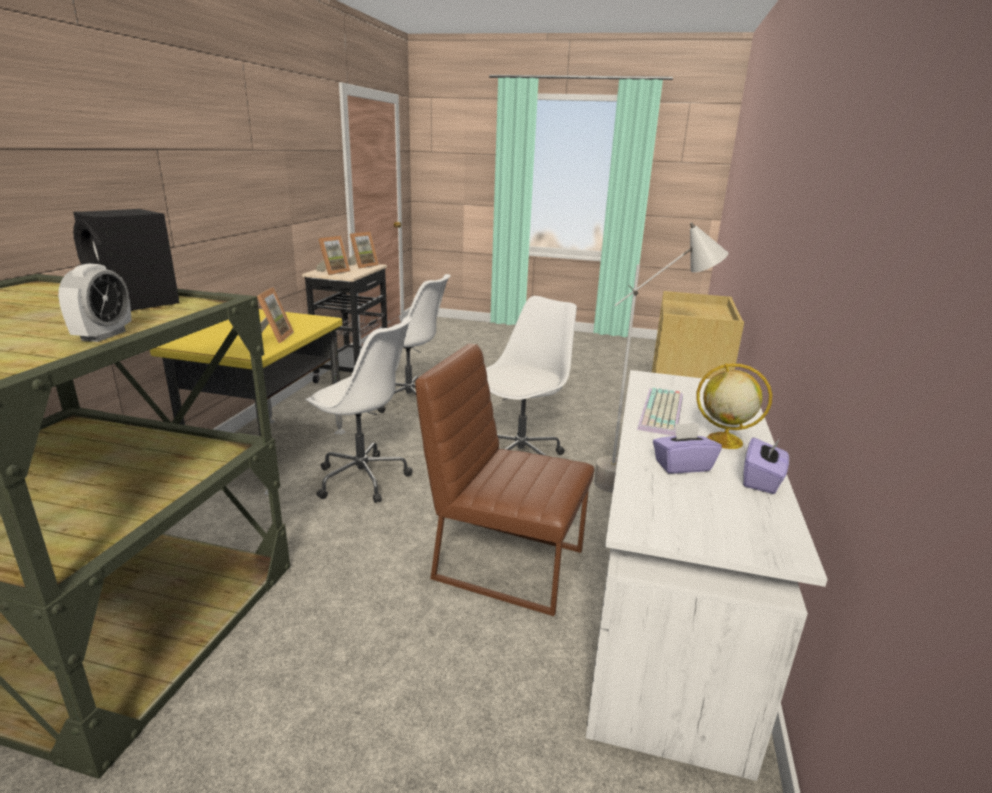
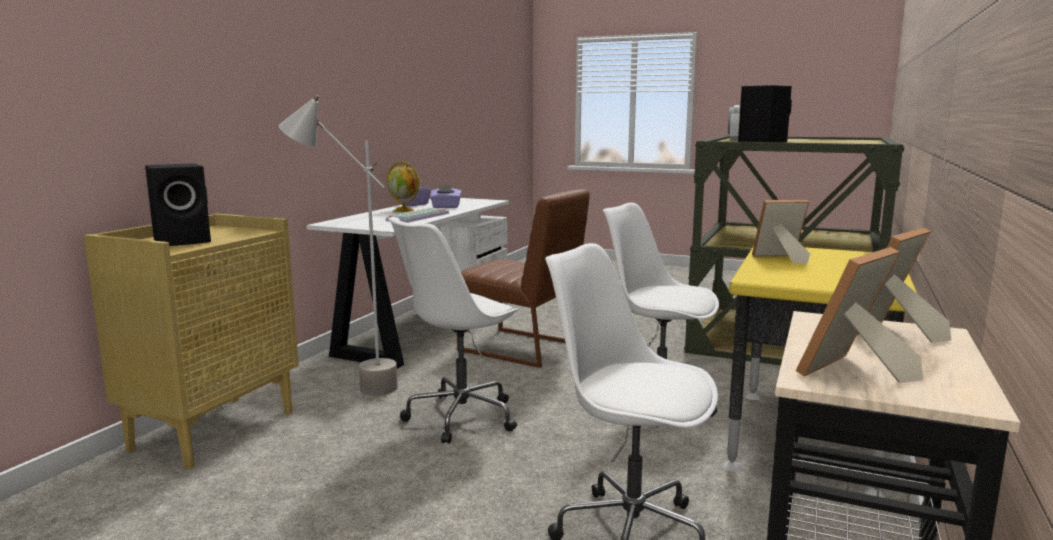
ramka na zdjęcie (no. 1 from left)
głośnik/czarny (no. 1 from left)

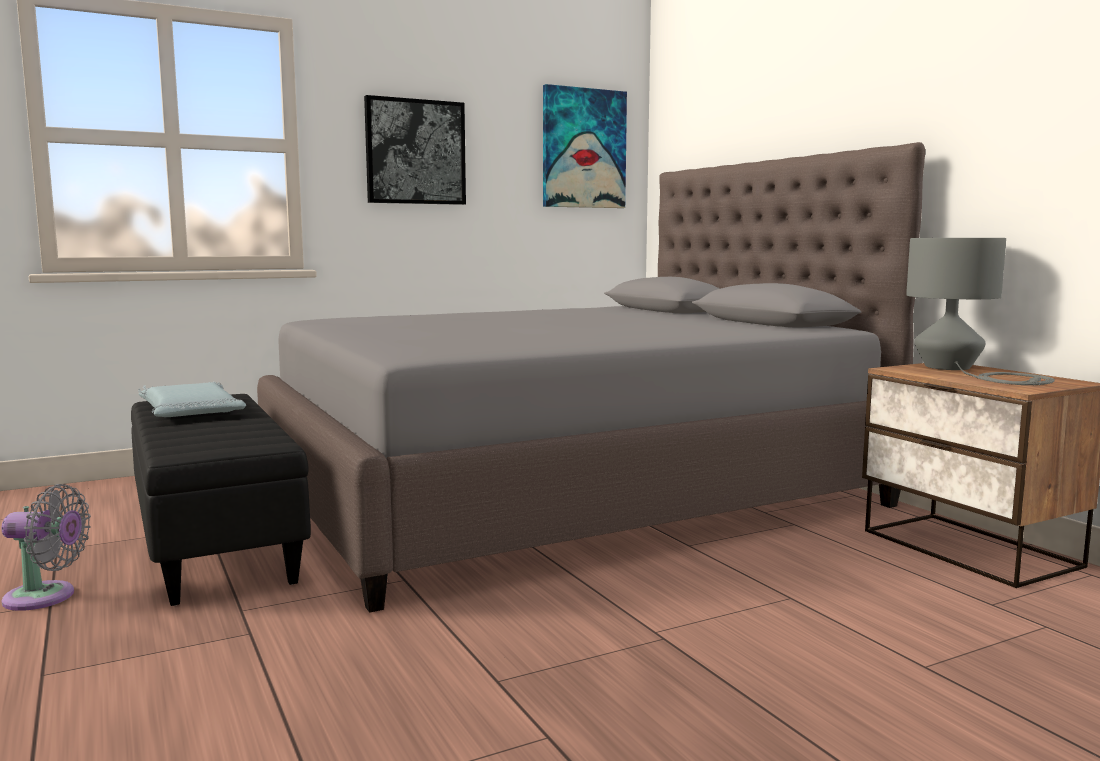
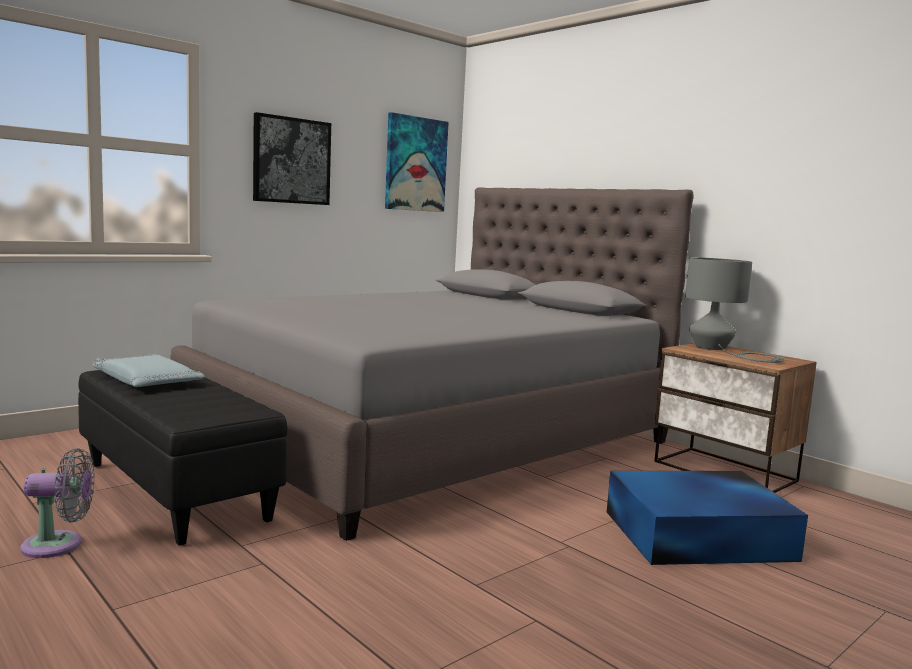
pojemnik do przechowywania/niebieski

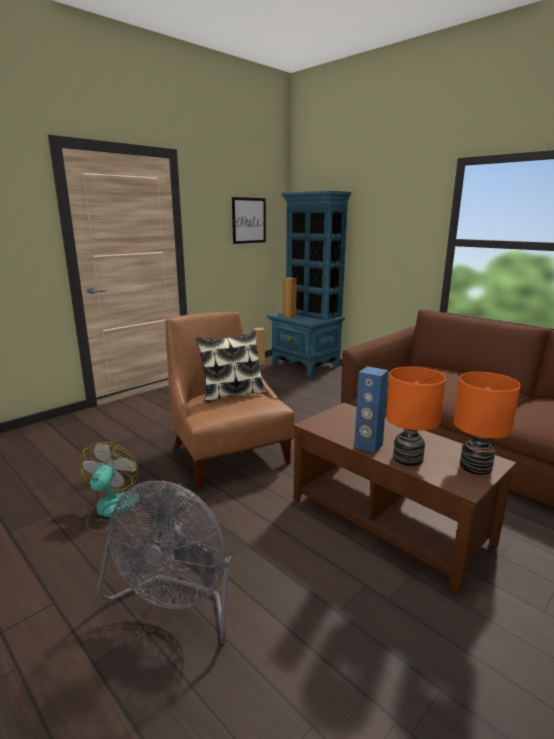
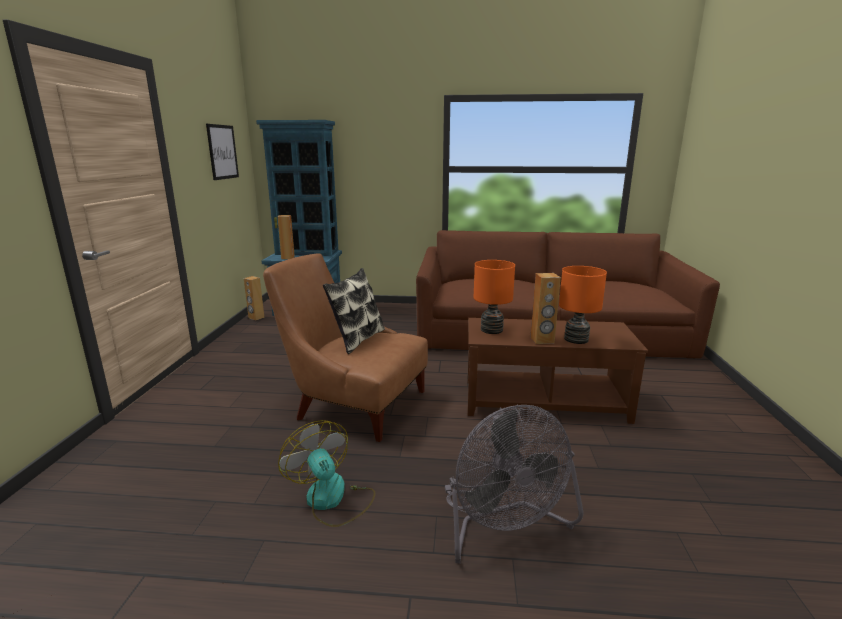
głośnik/brązowy (no. 3 from left)
lampa stołowa/pomarańczowy (no. 1 from left)

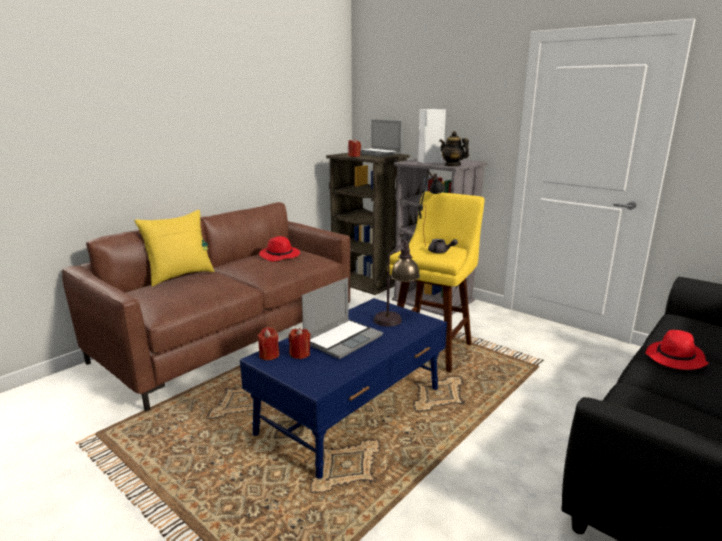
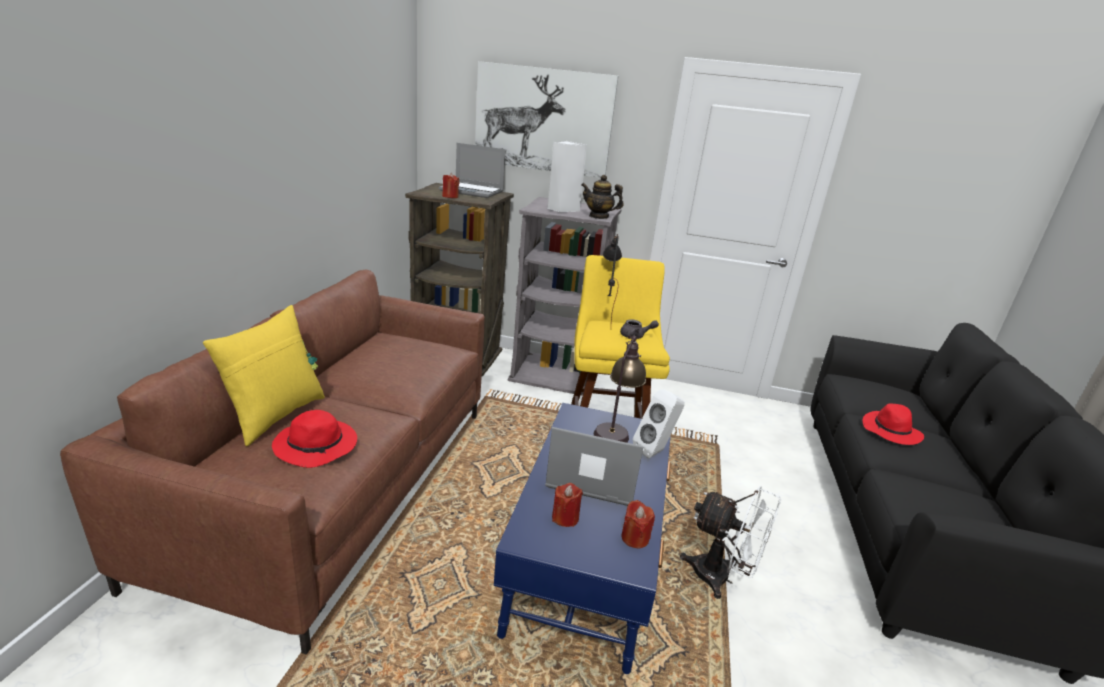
świeca/czerwony (no. 3 from left)
kapelusz/czerwony (no. 1 from left)
laptop (no. 2 from left)
obraz
głośnik/biały (no. 2 from left)
wentylator/biały

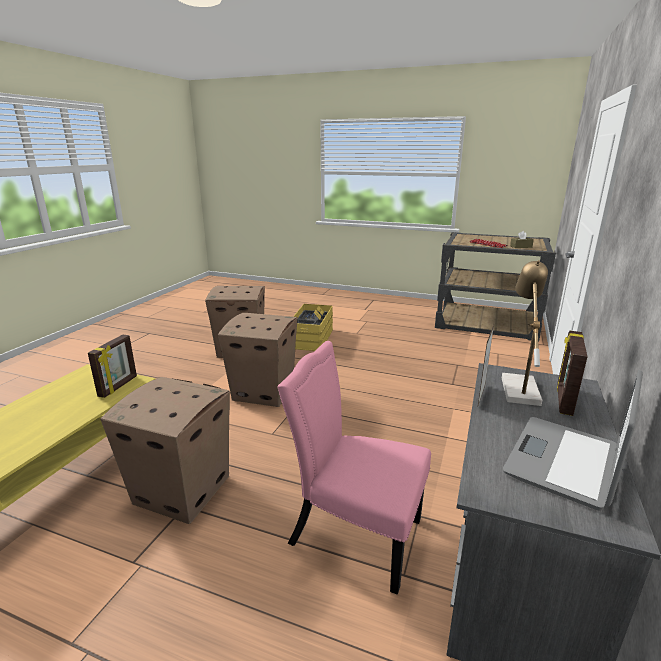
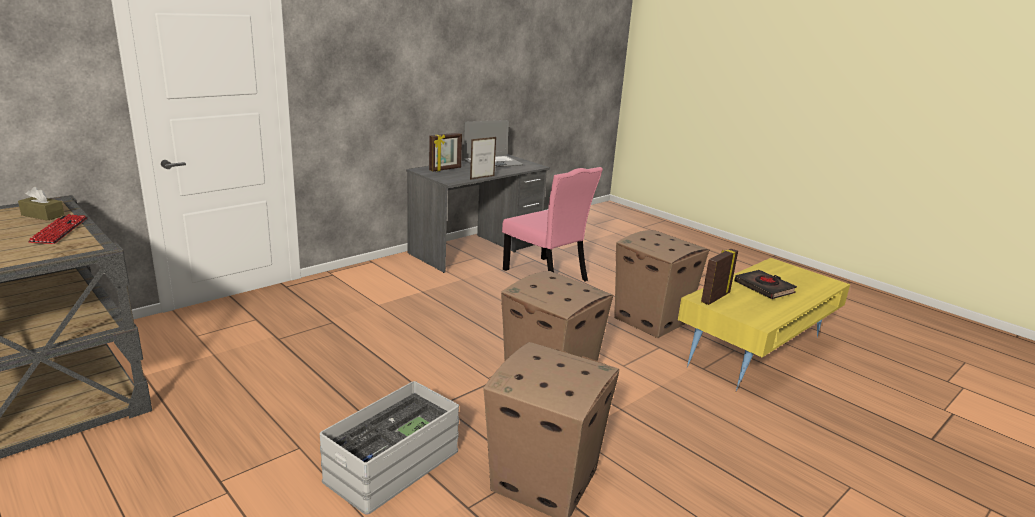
pojemnik do przechowywania/szary
lampa stołowa
książka/czarny

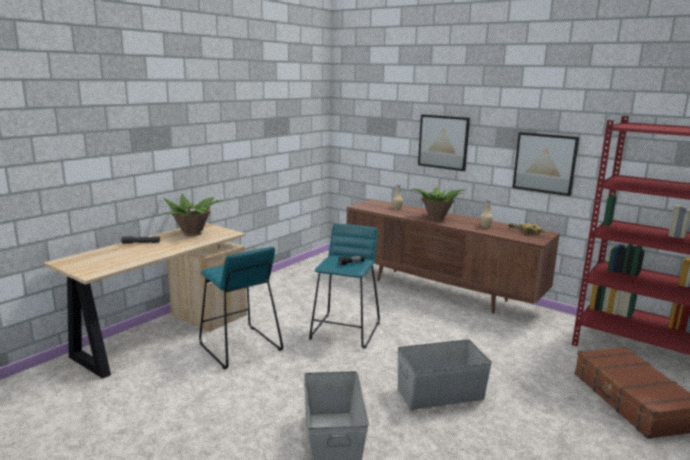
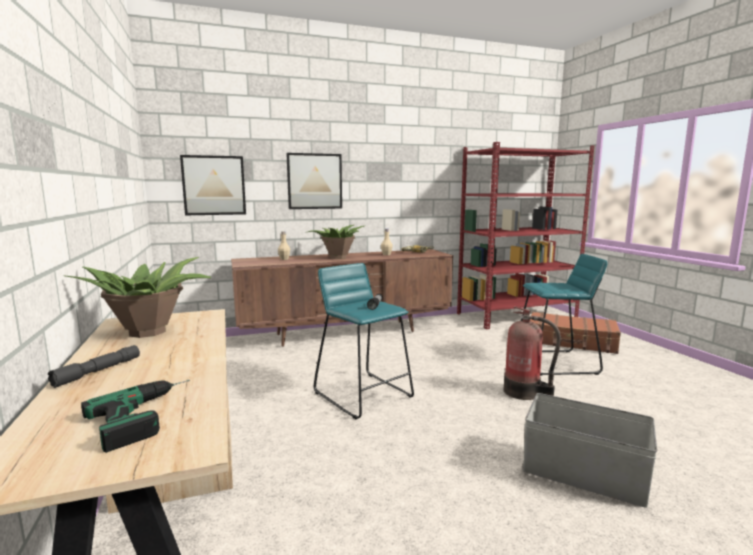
stołek/turkusowy (no. 2 from left)
gaśnica
obraz (no. 1 from left)
wiertarka (no. 1 from left)

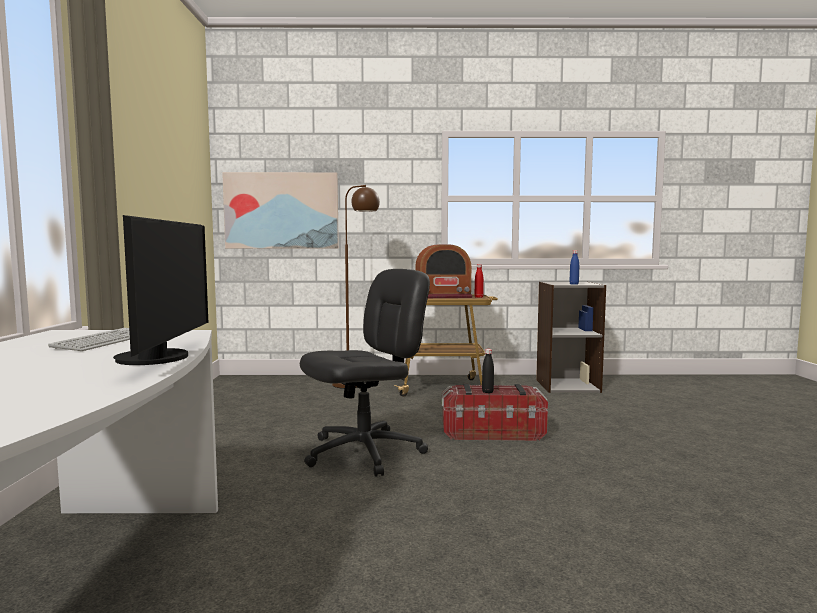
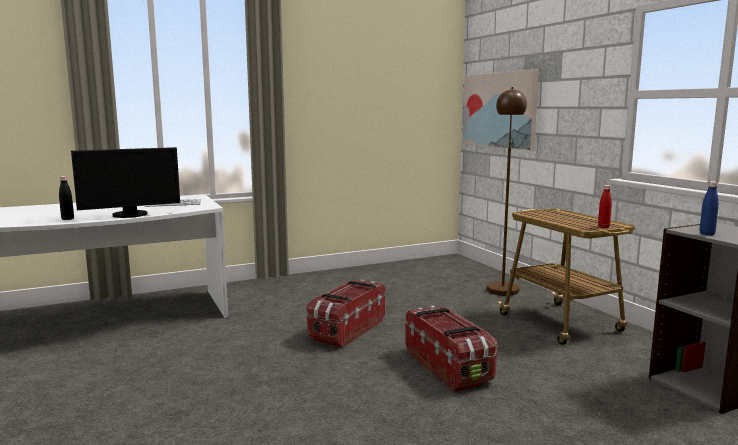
pojemnik do przechowywania (no. 1 from left)
radio
butelka/czarny

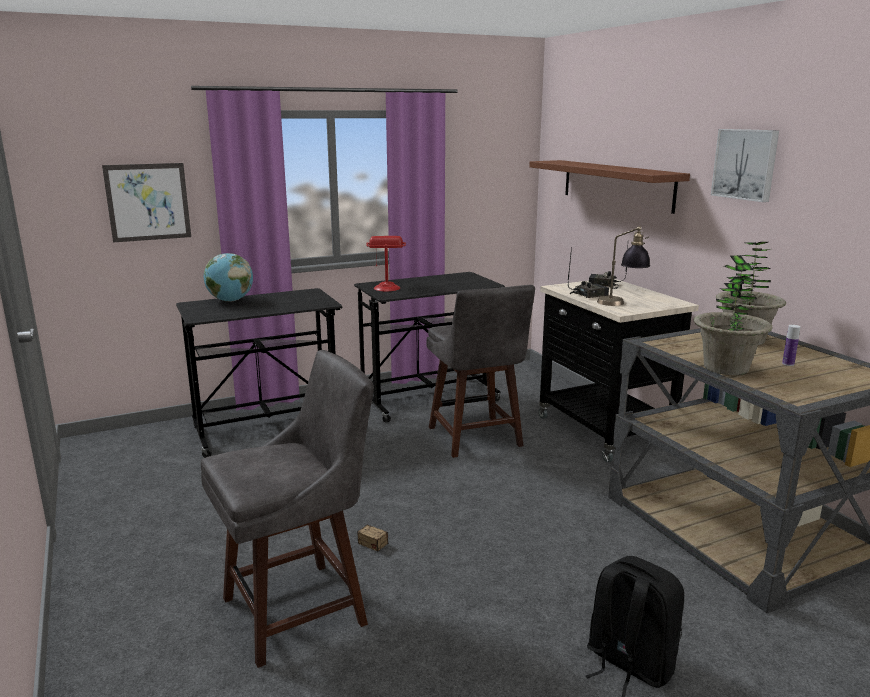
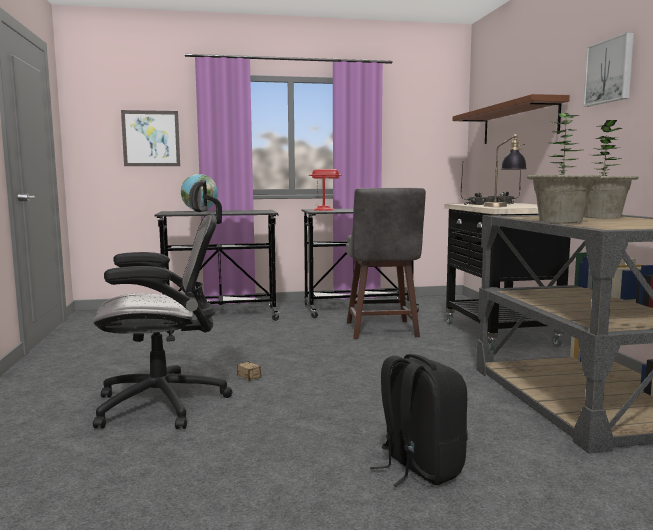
krzesło biurowe
butelka

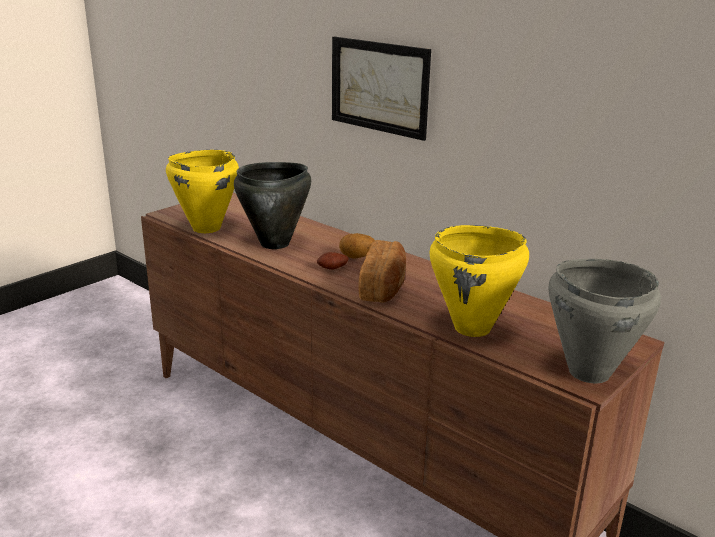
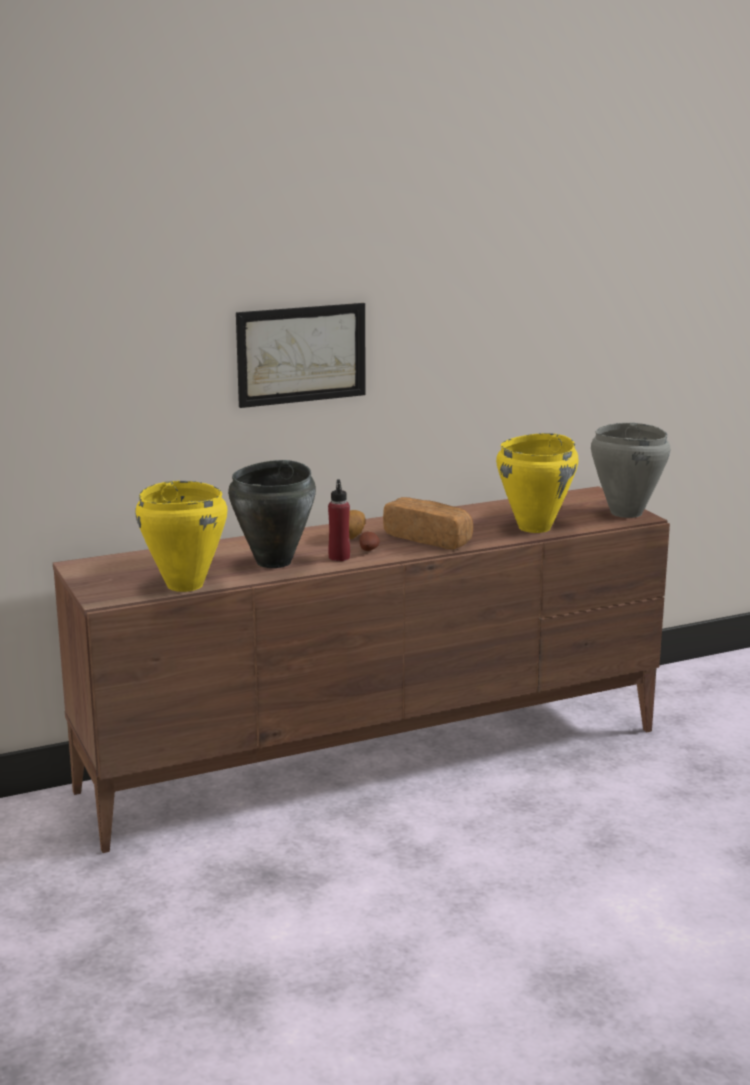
butelka/czerwony

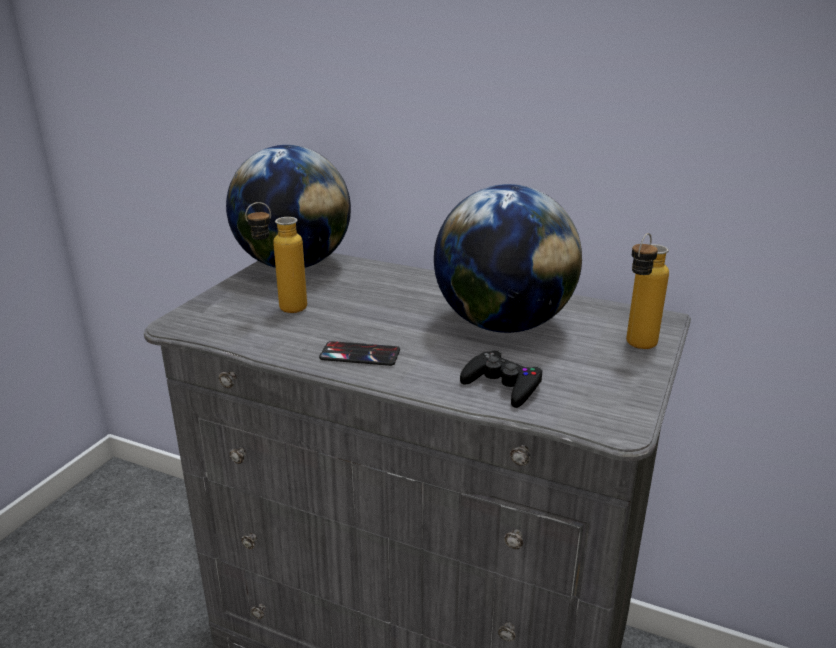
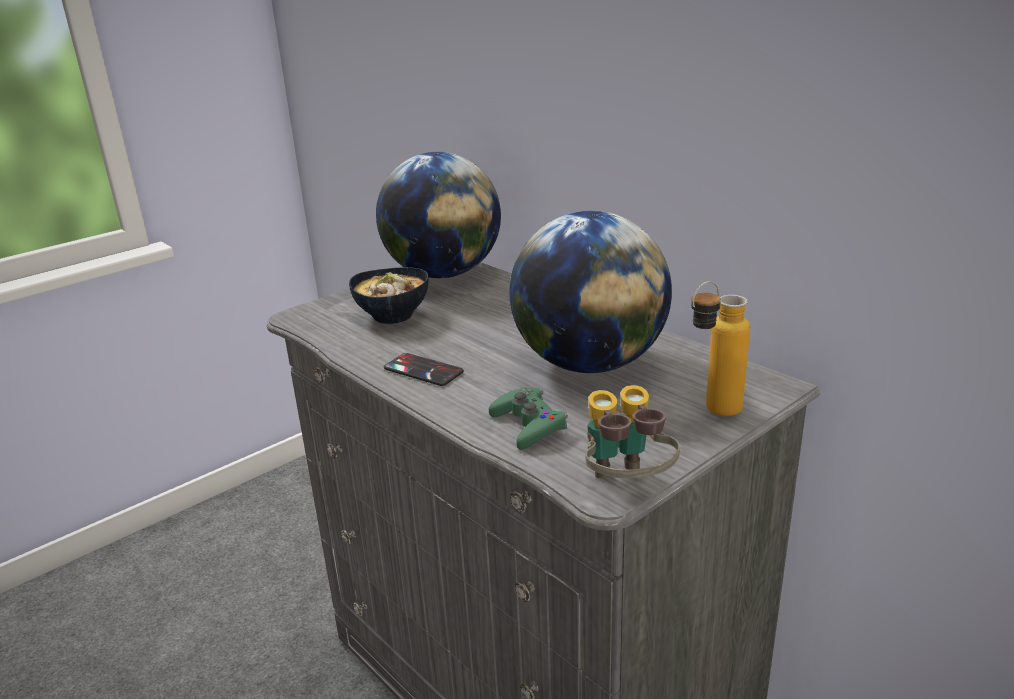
miska
pad do gier/zielony
lornetka

